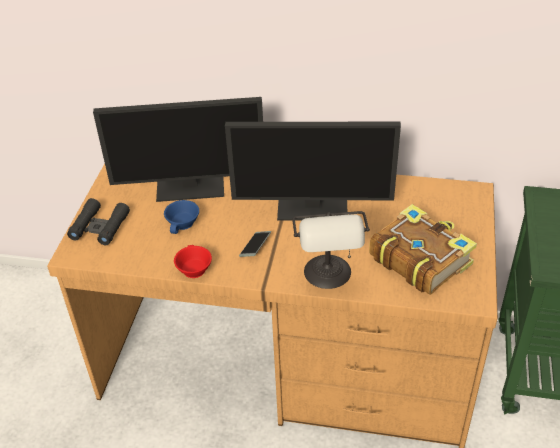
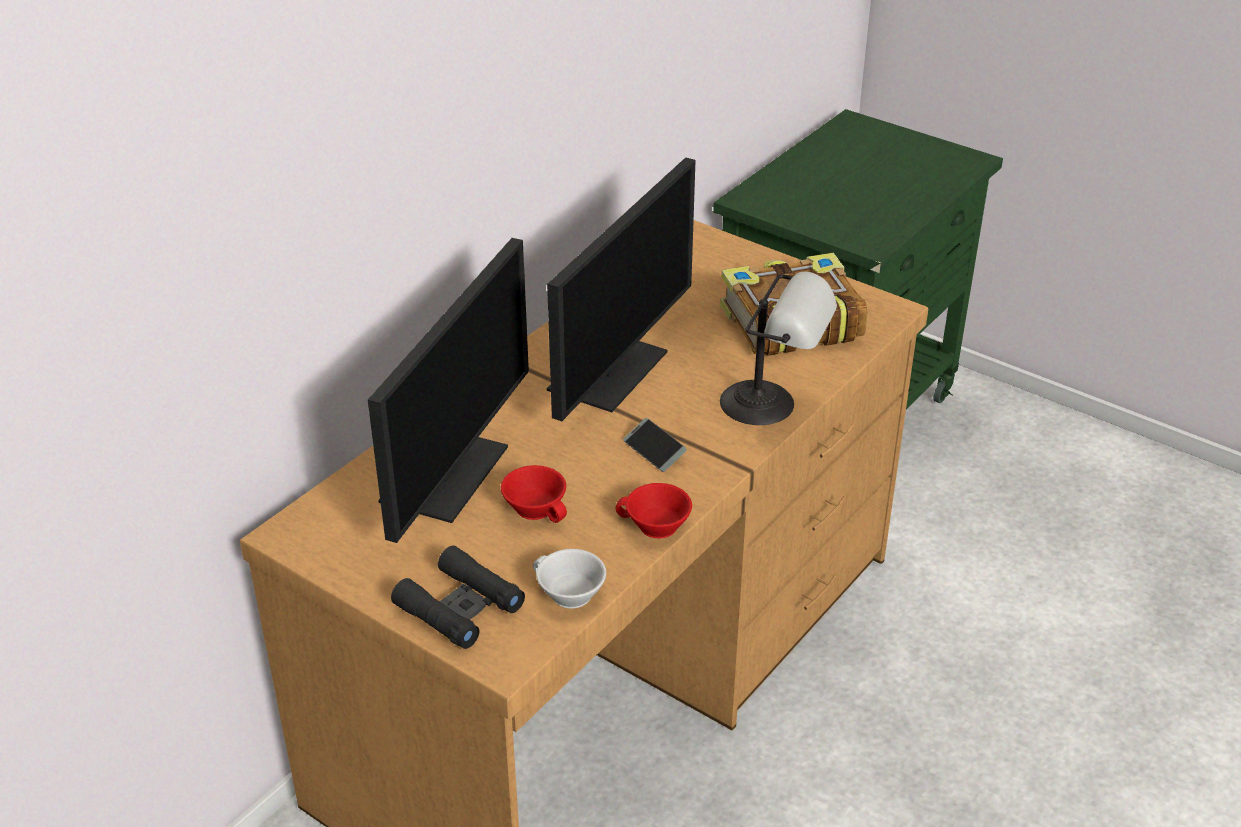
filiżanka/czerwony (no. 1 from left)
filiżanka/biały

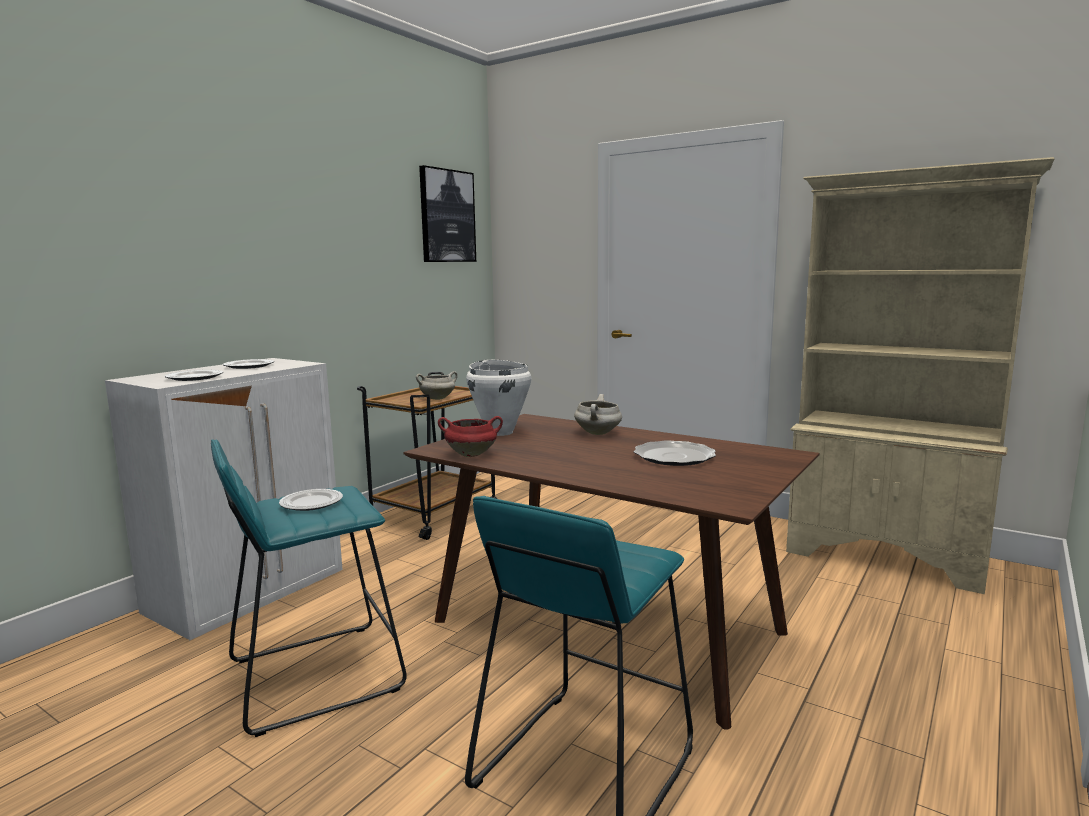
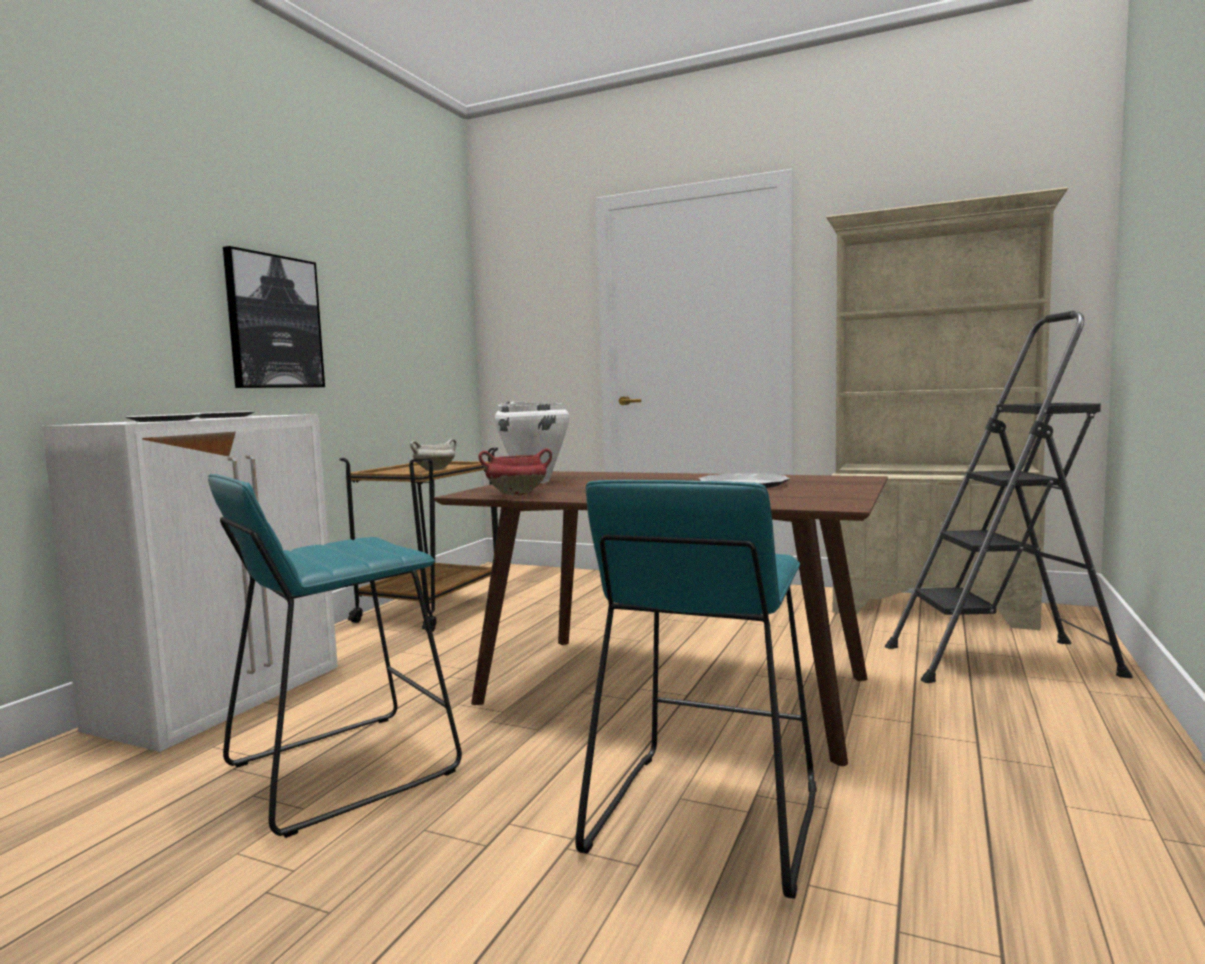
talerz (no. 3 from left in the first image)
obraz
garnek/biały (no. 3 from left in the first image)
drabinka

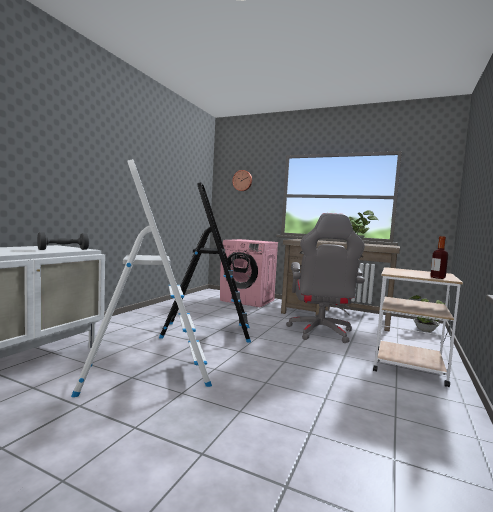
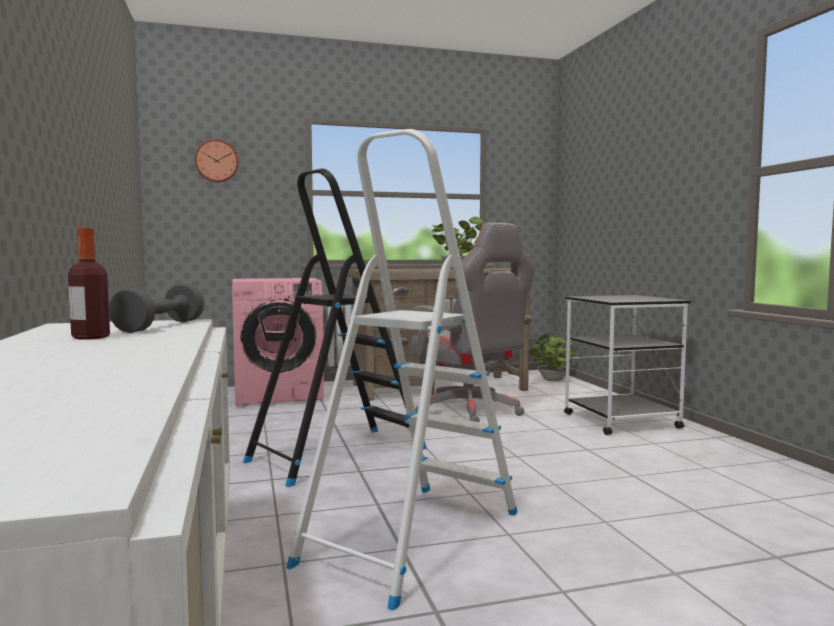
wózek/czarny
butelka

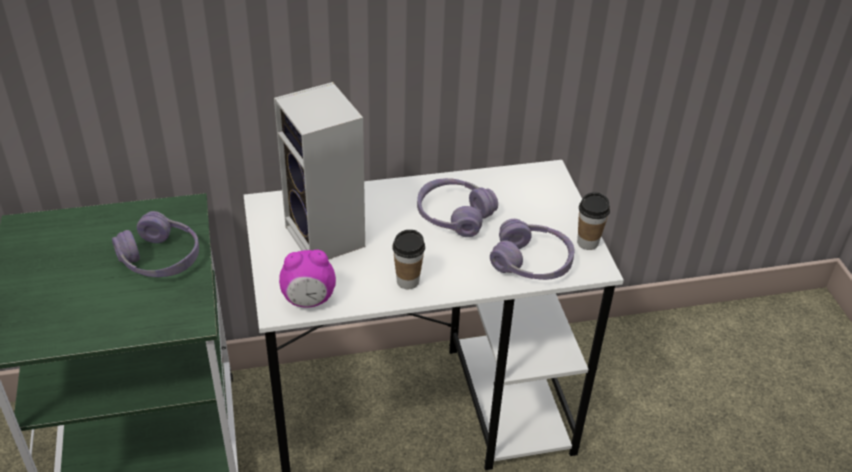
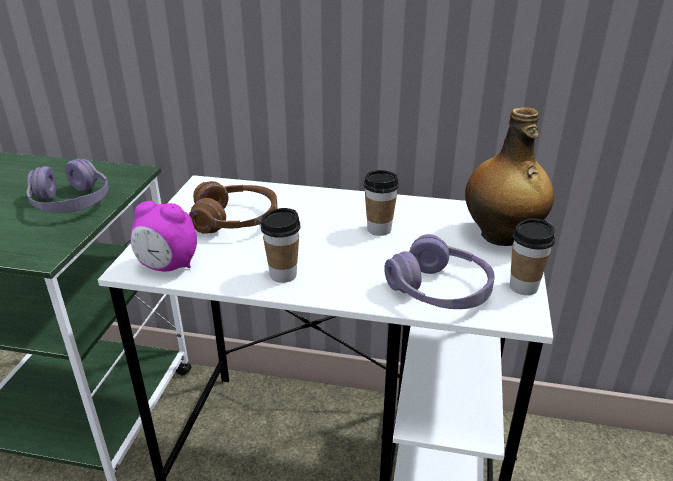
słuchawki/brązowy
filiżanka (no. 2 from left)
butelka

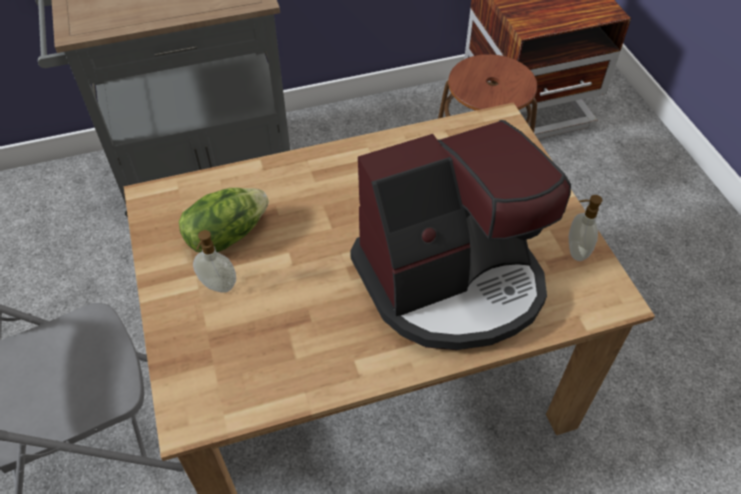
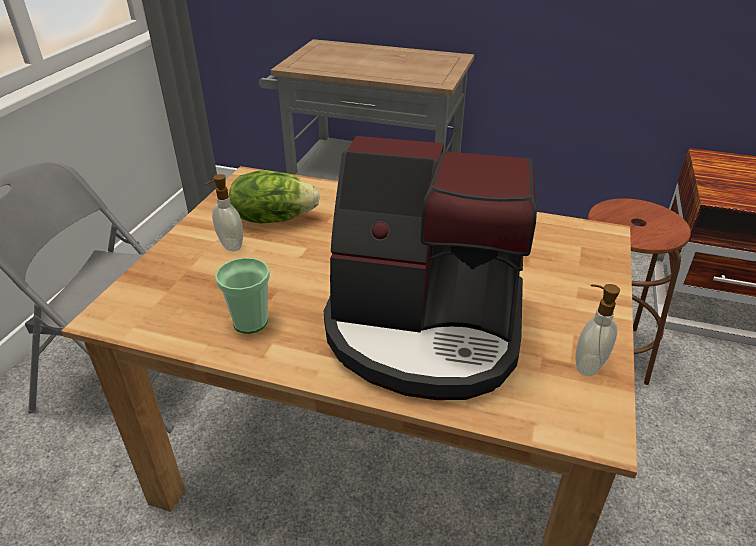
filiżanka

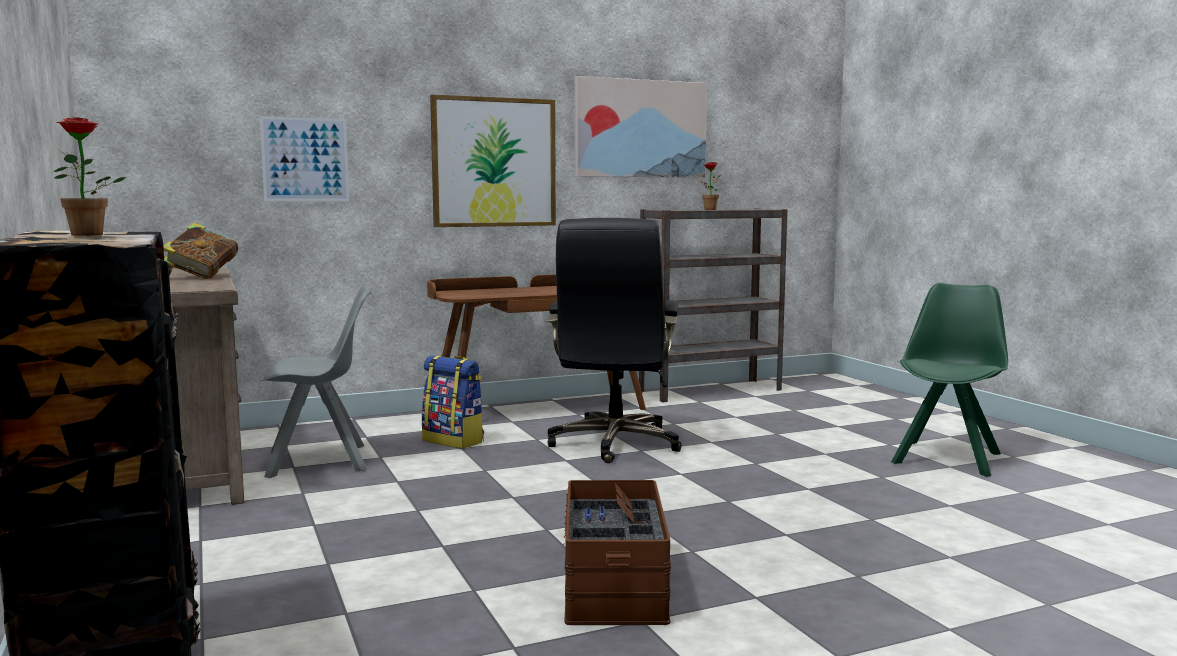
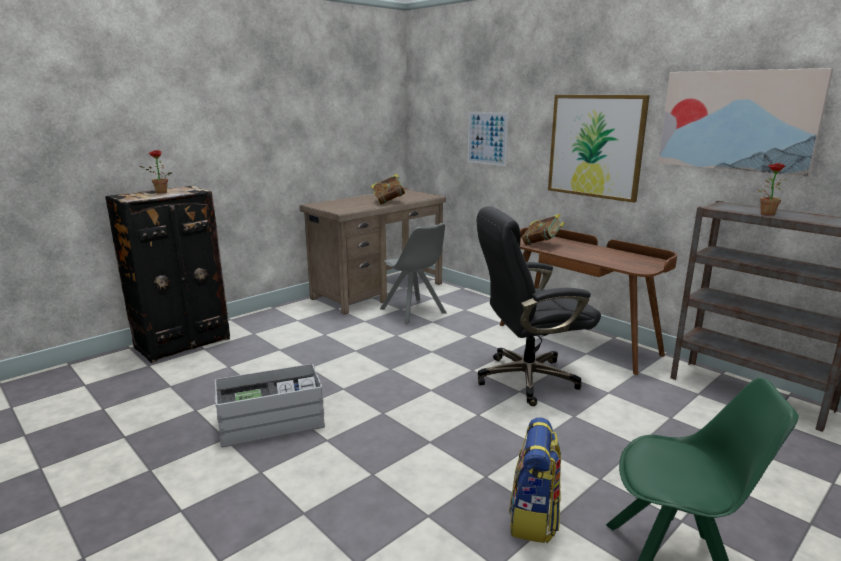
plecak
pojemnik do przechowywania/szary
książka (no. 2 from left)

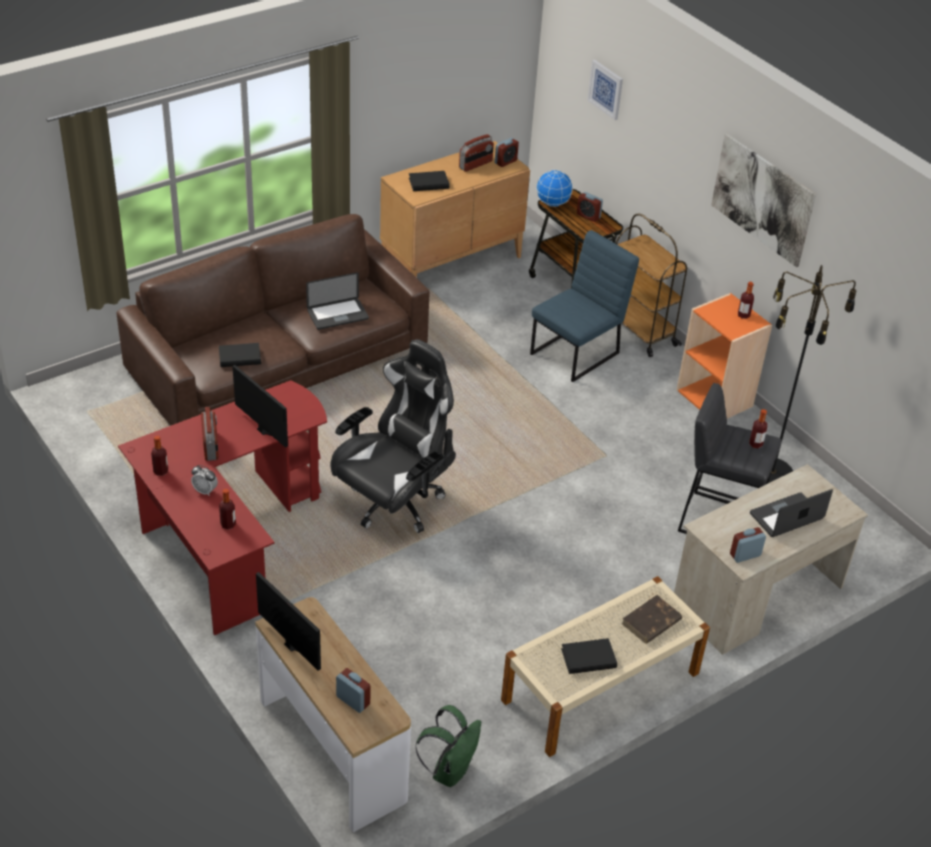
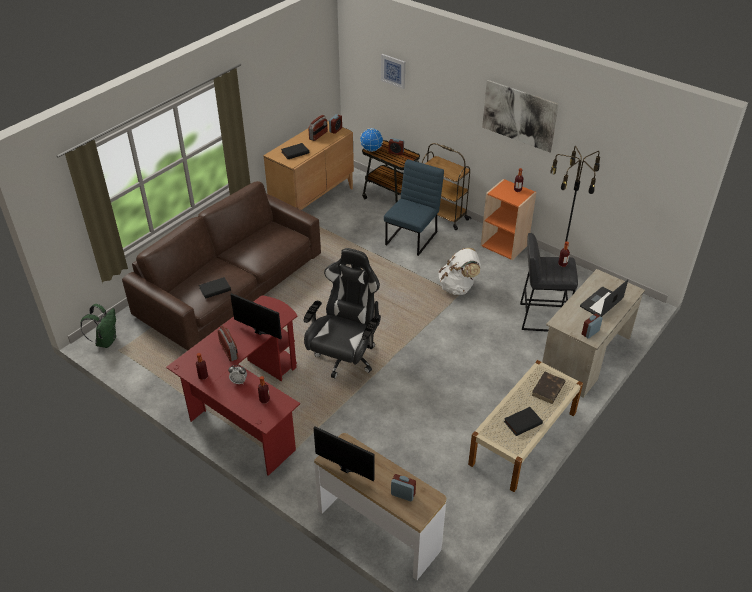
laptop (no. 1 from left in the first image)
plecak/zielony
plecak/biały

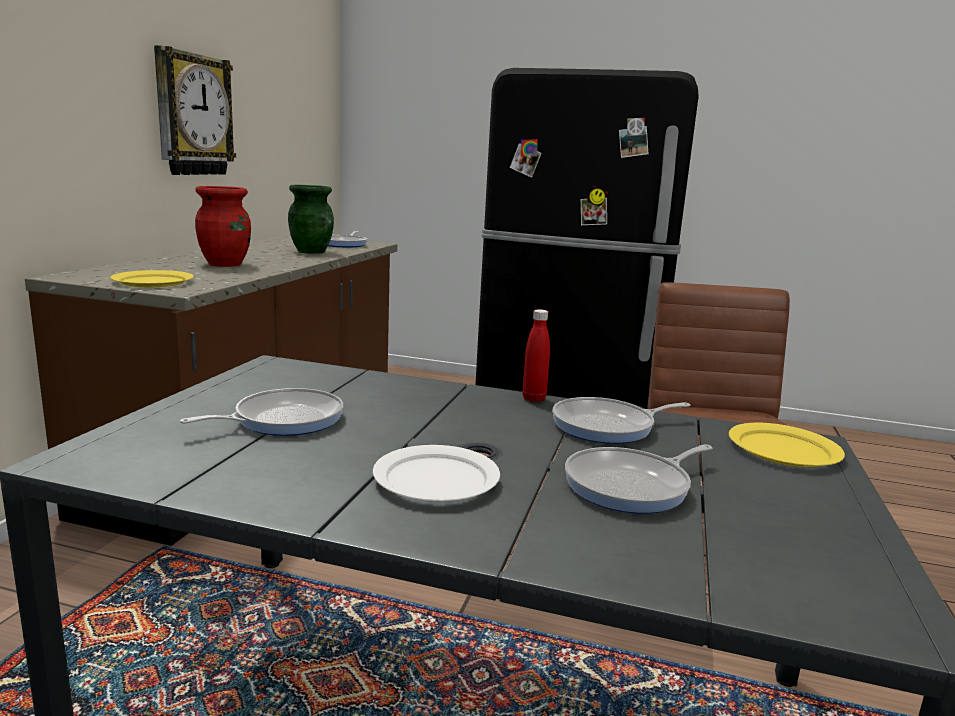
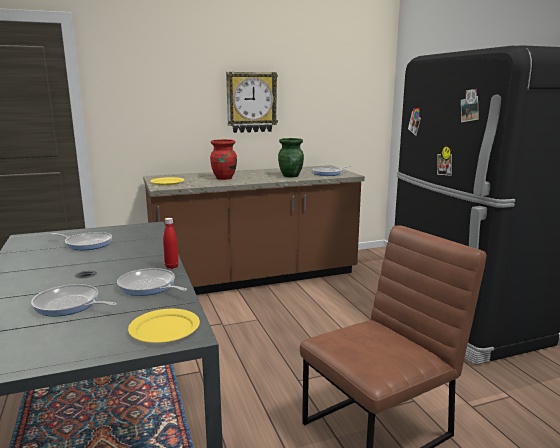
talerz/biały

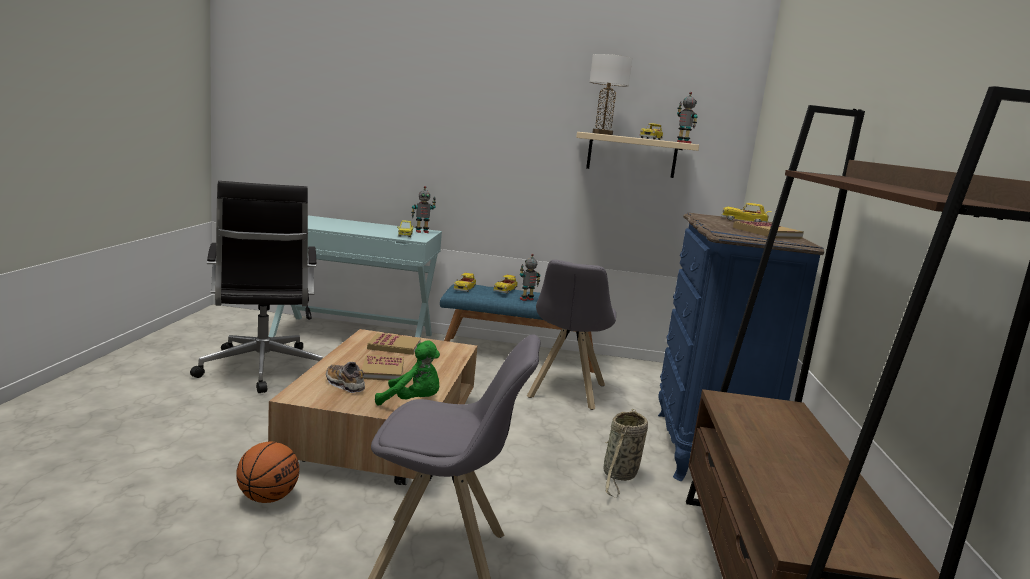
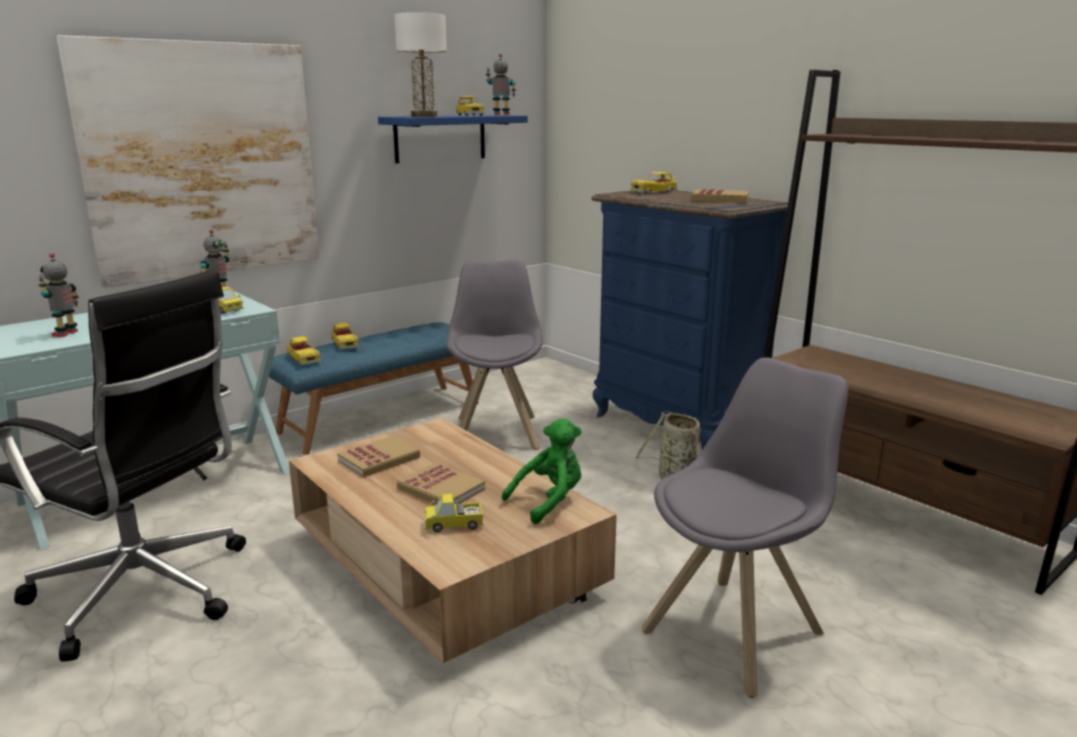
piłka do koszykówki
ciężarówka zabawkowa (no. 2 from left)
robot zabawkowy (no. 1 from left)
krzesło/szary (no. 1 from left)
półka/niebieski
obraz

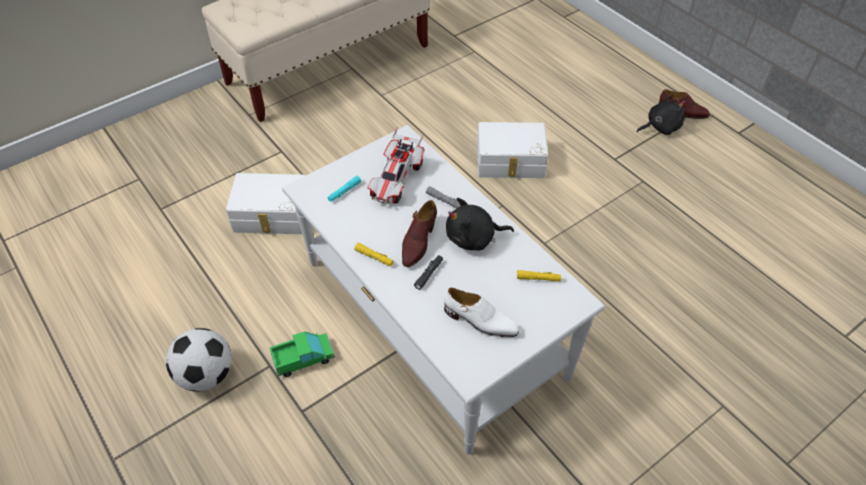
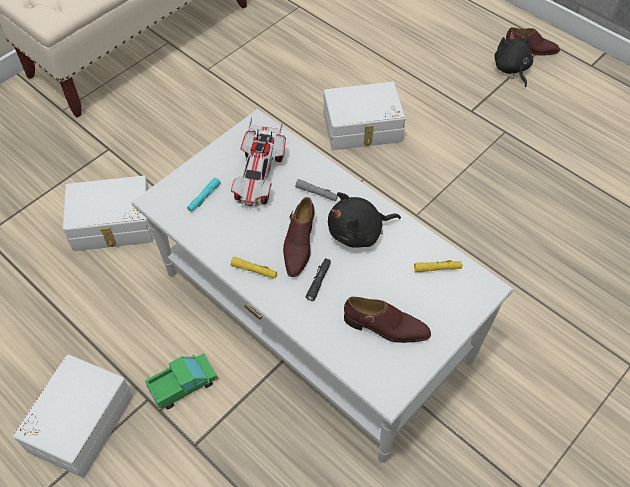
pojemnik do przechowywania/biały (no. 1 from left)
but/brązowy (no. 2 from left)
pluszak/czarny (no. 2 from left)

